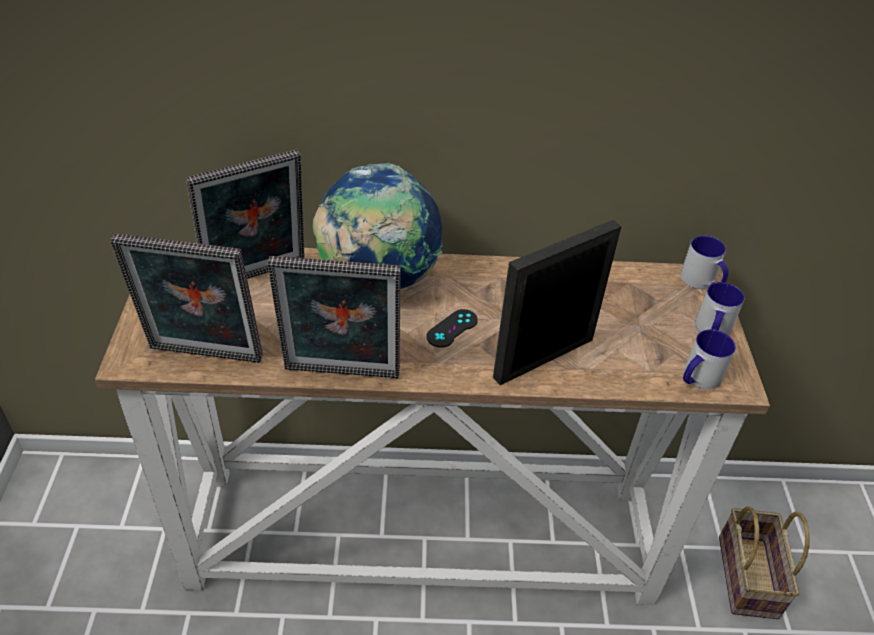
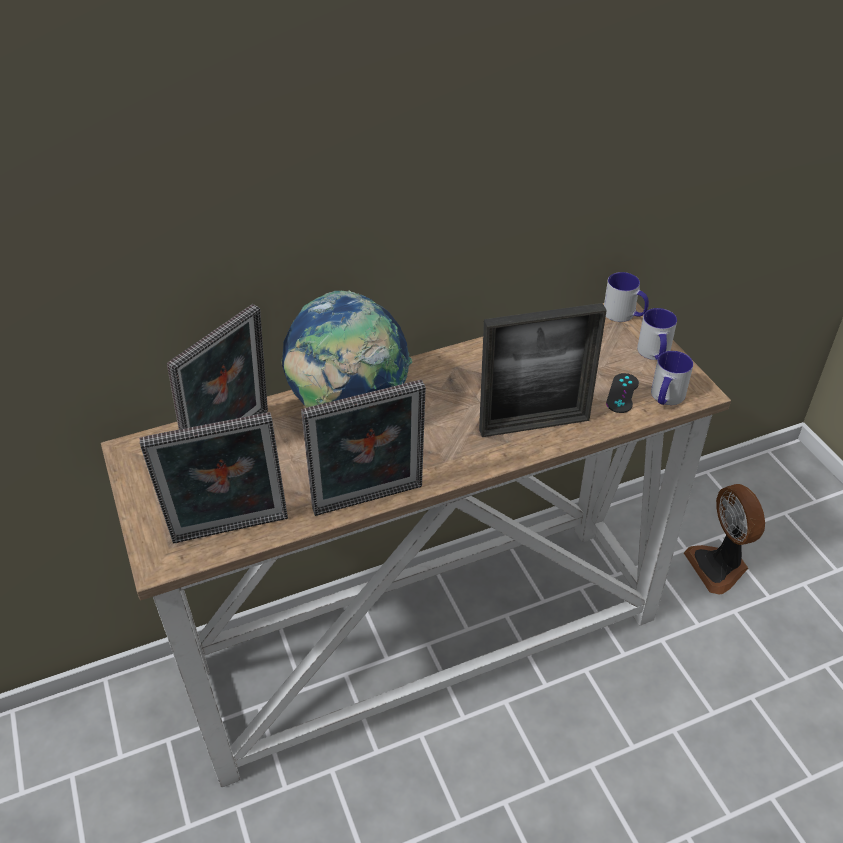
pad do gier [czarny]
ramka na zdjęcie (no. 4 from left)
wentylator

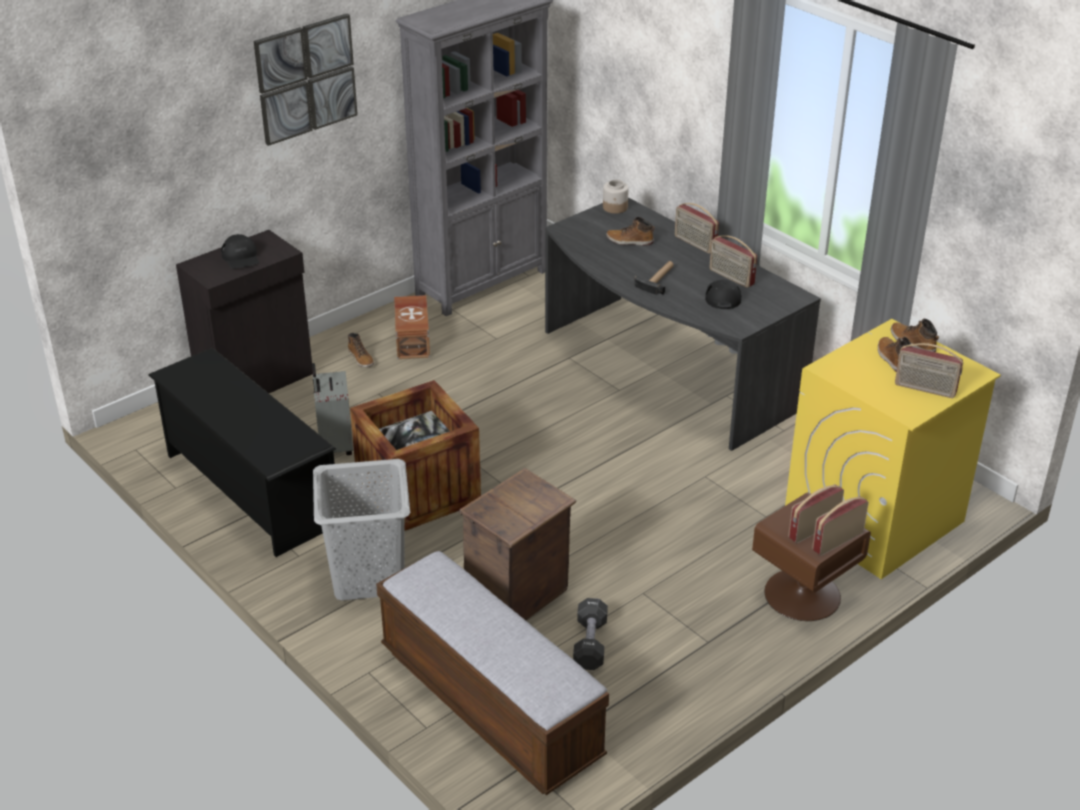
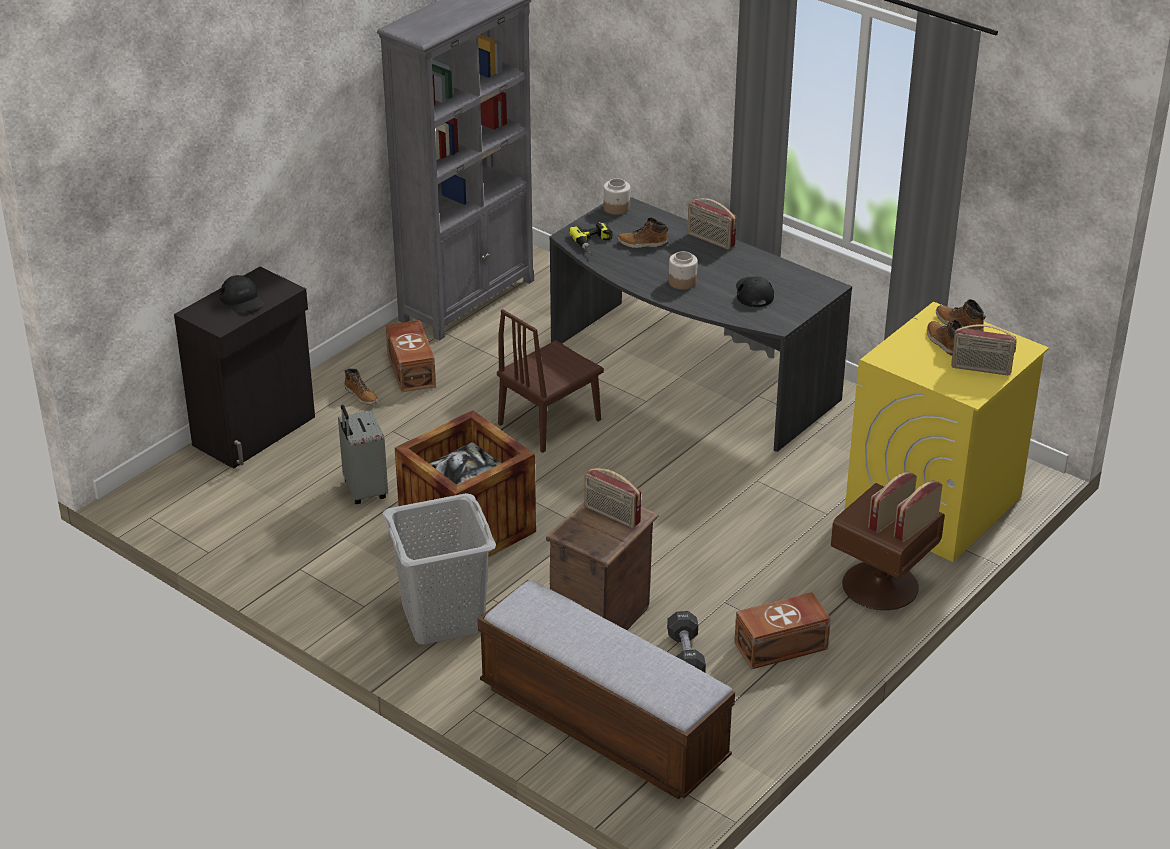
regał na buty [czarny]
obraz
słoik (no. 2 from left)
radio (no. 1 from left)
krzesło [brązowy]
wiertarka
pojemnik do przechowywania [brązowy] (no. 2 from left)

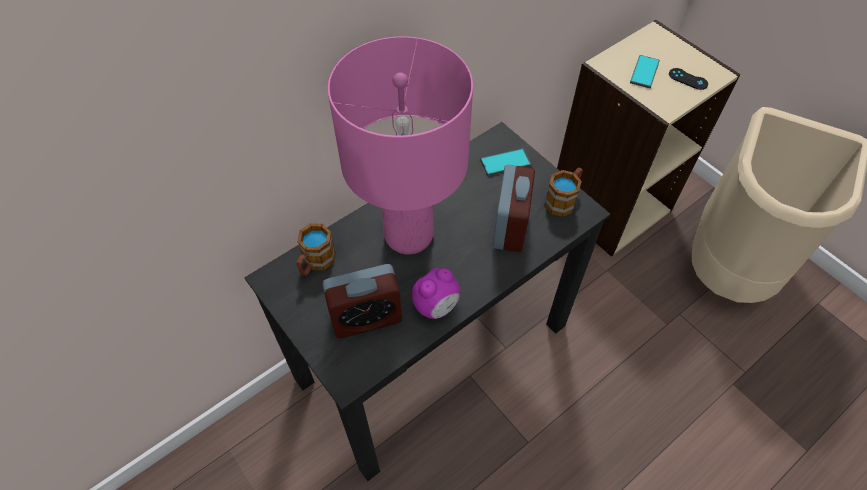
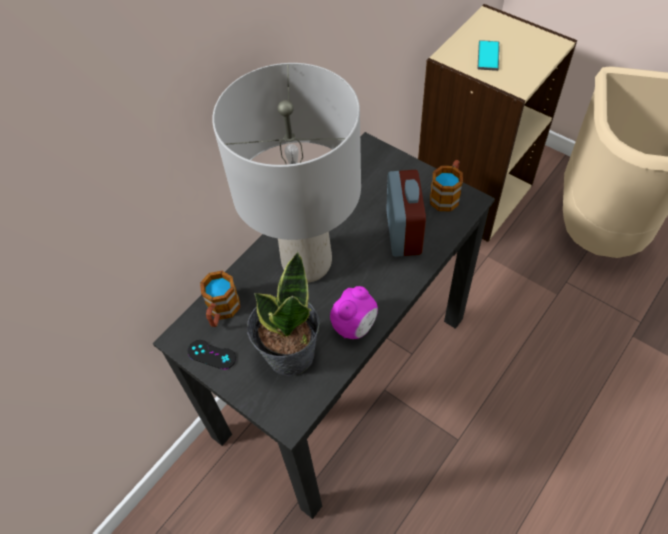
roślina doniczkowa
lampa stołowa [szary]
telefon (no. 1 from left in the first image)
pad do gier [czarny]

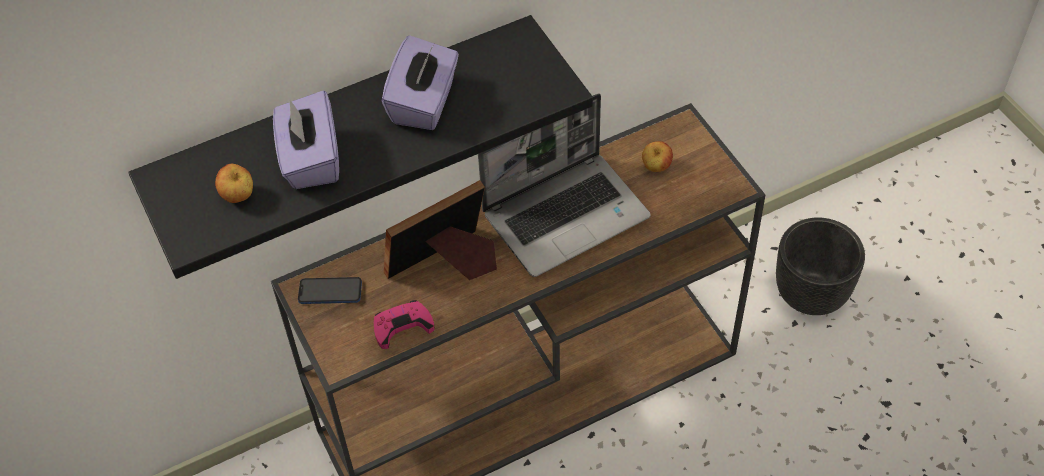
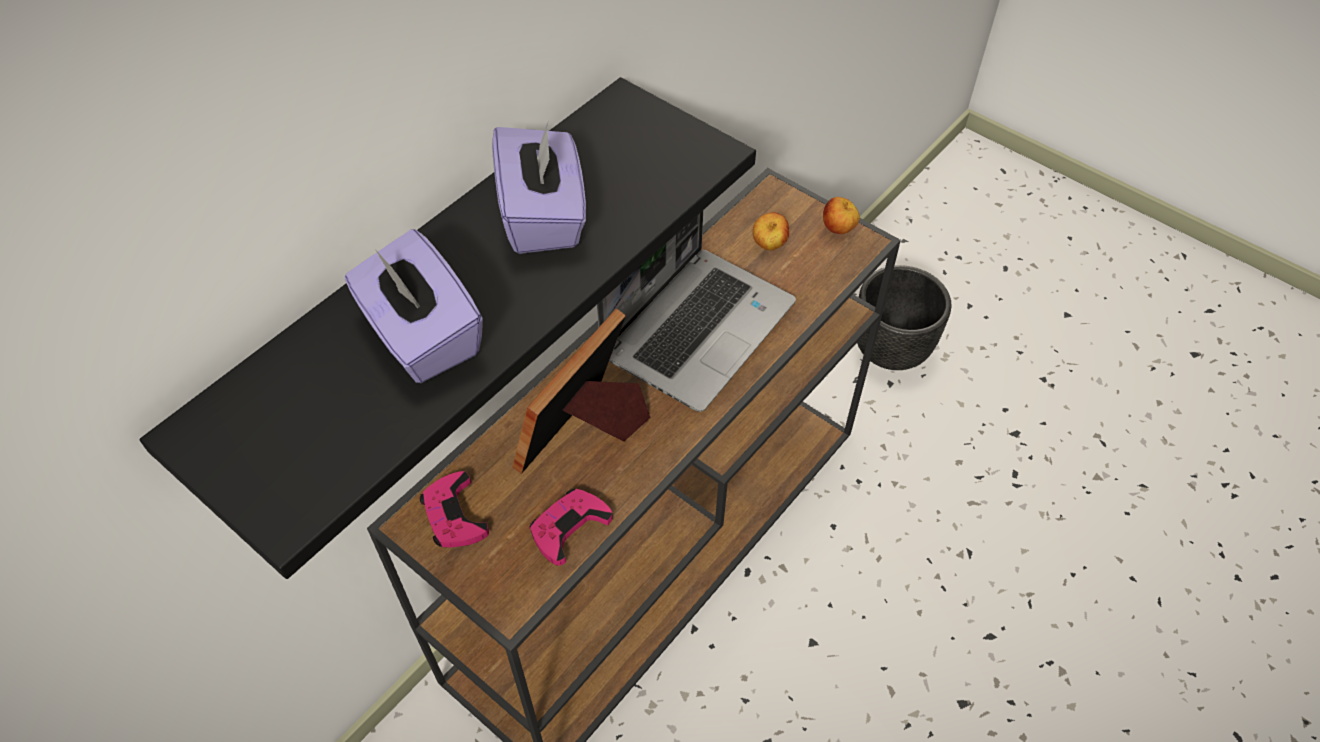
jabłko (no. 2 from left)
pad do gier [różowy] (no. 1 from left)

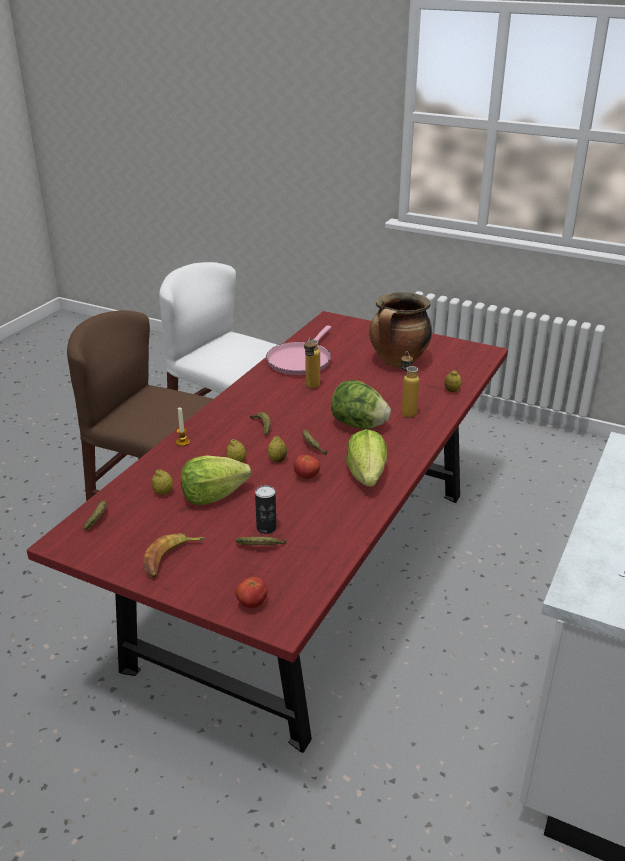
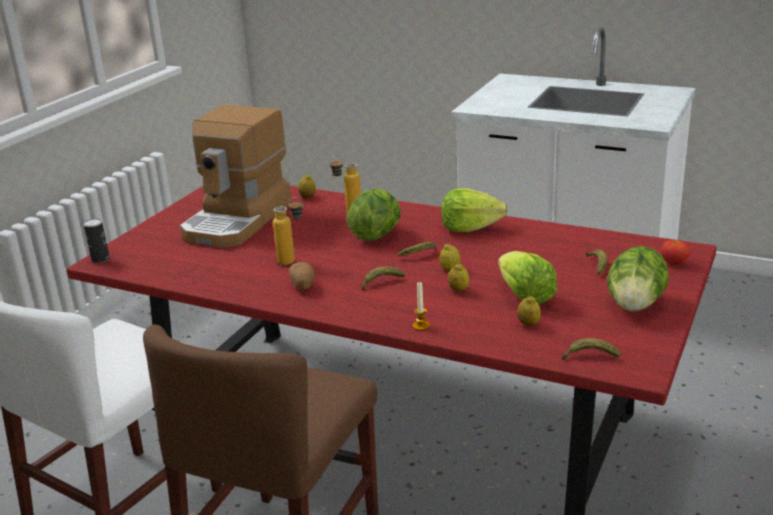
sałata (no. 4 from left)
puszka
patelnia [różowy]
pomidor (no. 2 from left in the first image)
ekspres do kawy
ziemniak

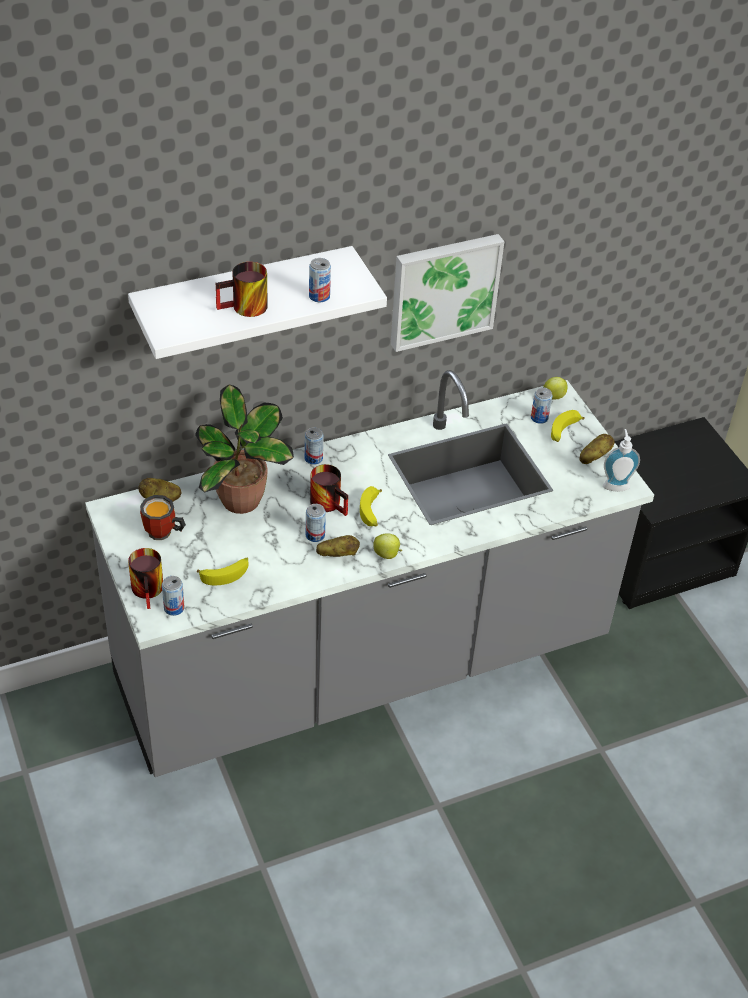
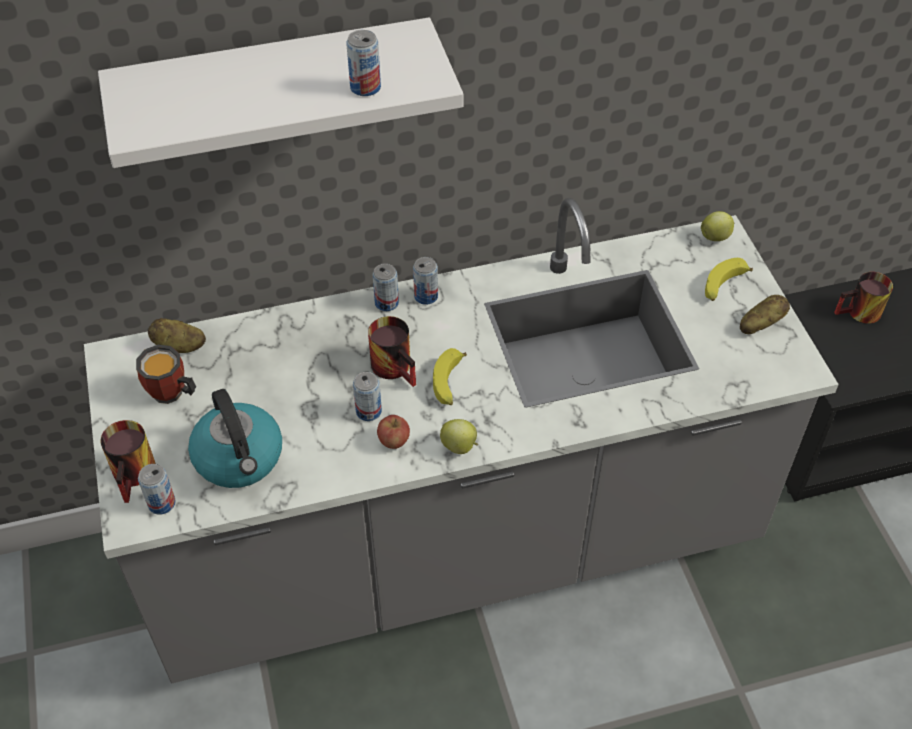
roślina doniczkowa
czajnik
kubek (no. 4 from left)
jabłko (no. 1 from left)
obraz
puszka (no. 5 from left)
dozownik mydła

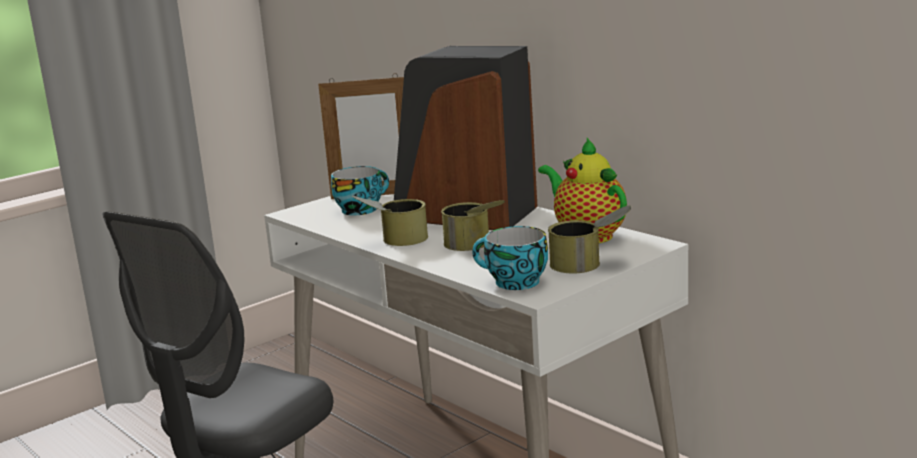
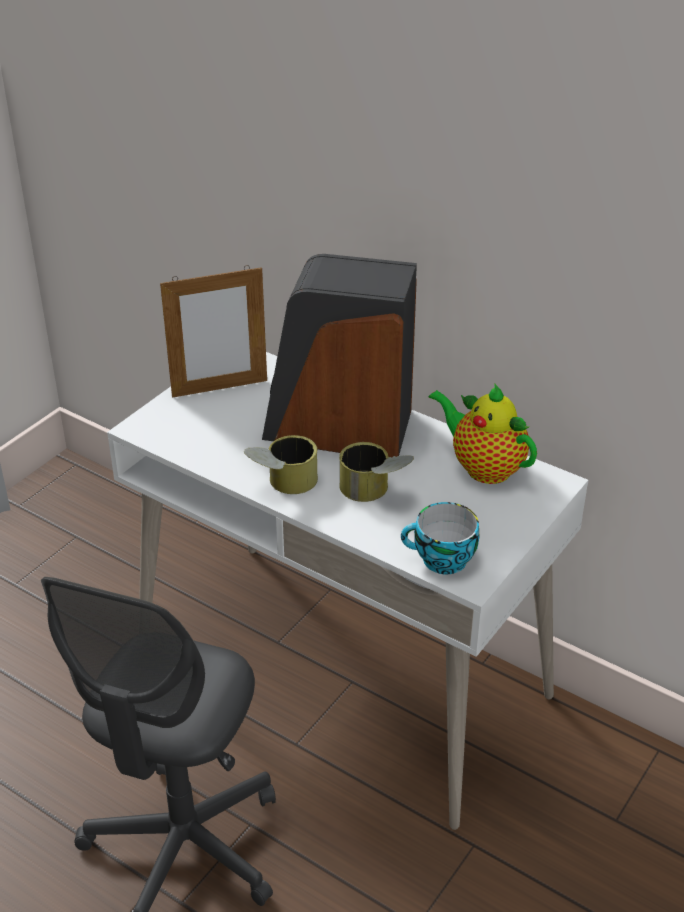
filiżanka (no. 1 from left in the first image)
puszka (no. 3 from left in the first image)

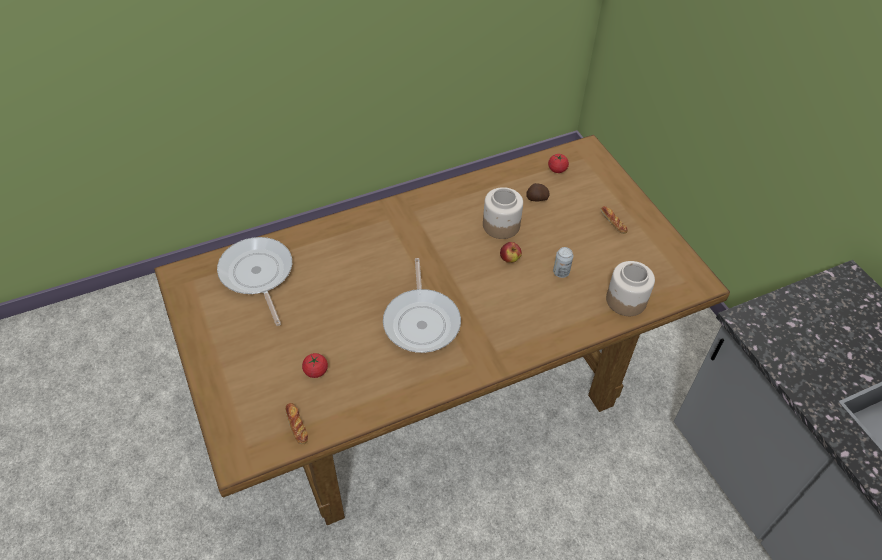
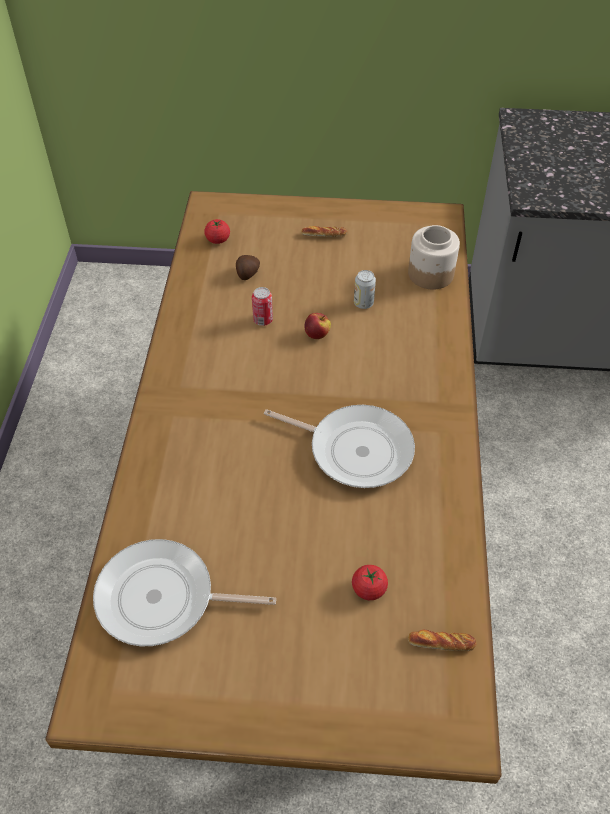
puszka (no. 1 from left)

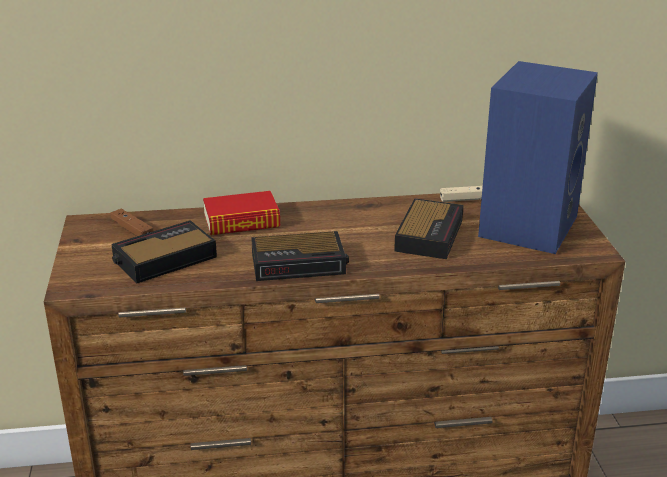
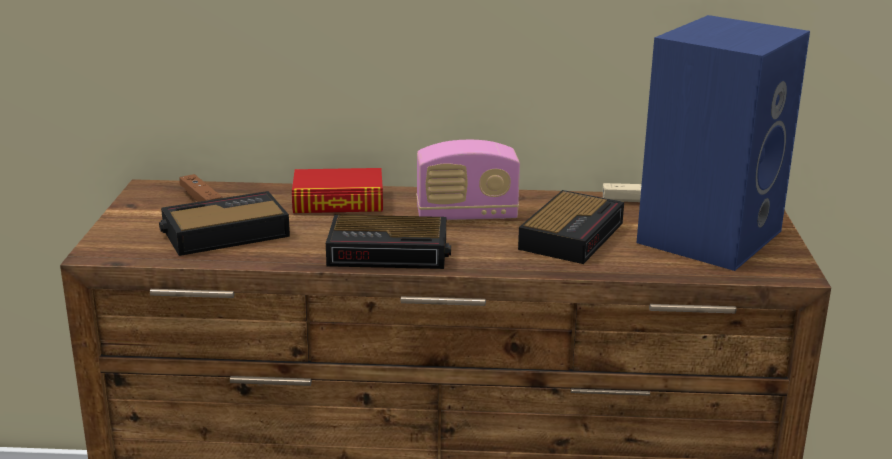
radio

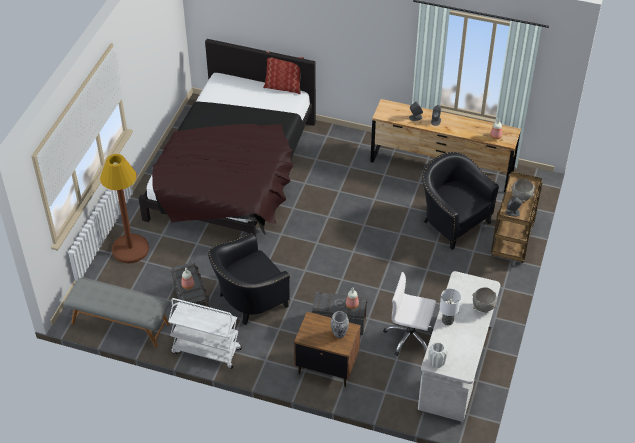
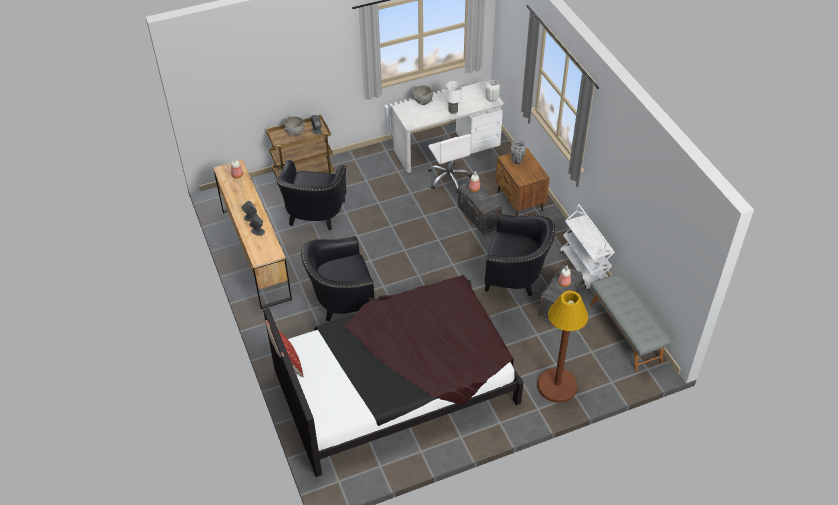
fotel [czarny] (no. 2 from left)

